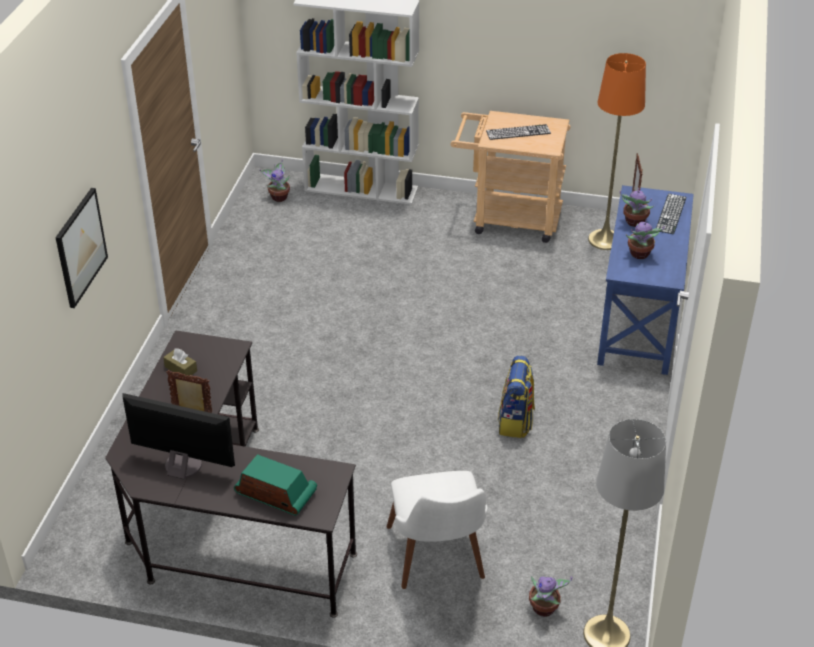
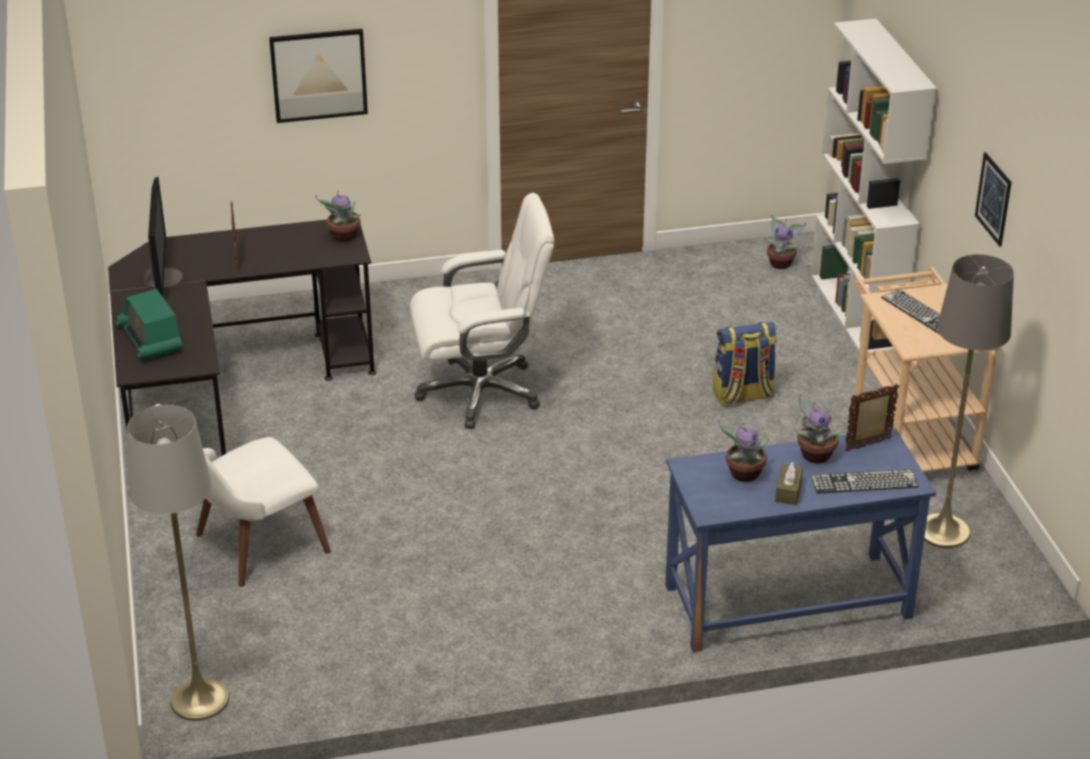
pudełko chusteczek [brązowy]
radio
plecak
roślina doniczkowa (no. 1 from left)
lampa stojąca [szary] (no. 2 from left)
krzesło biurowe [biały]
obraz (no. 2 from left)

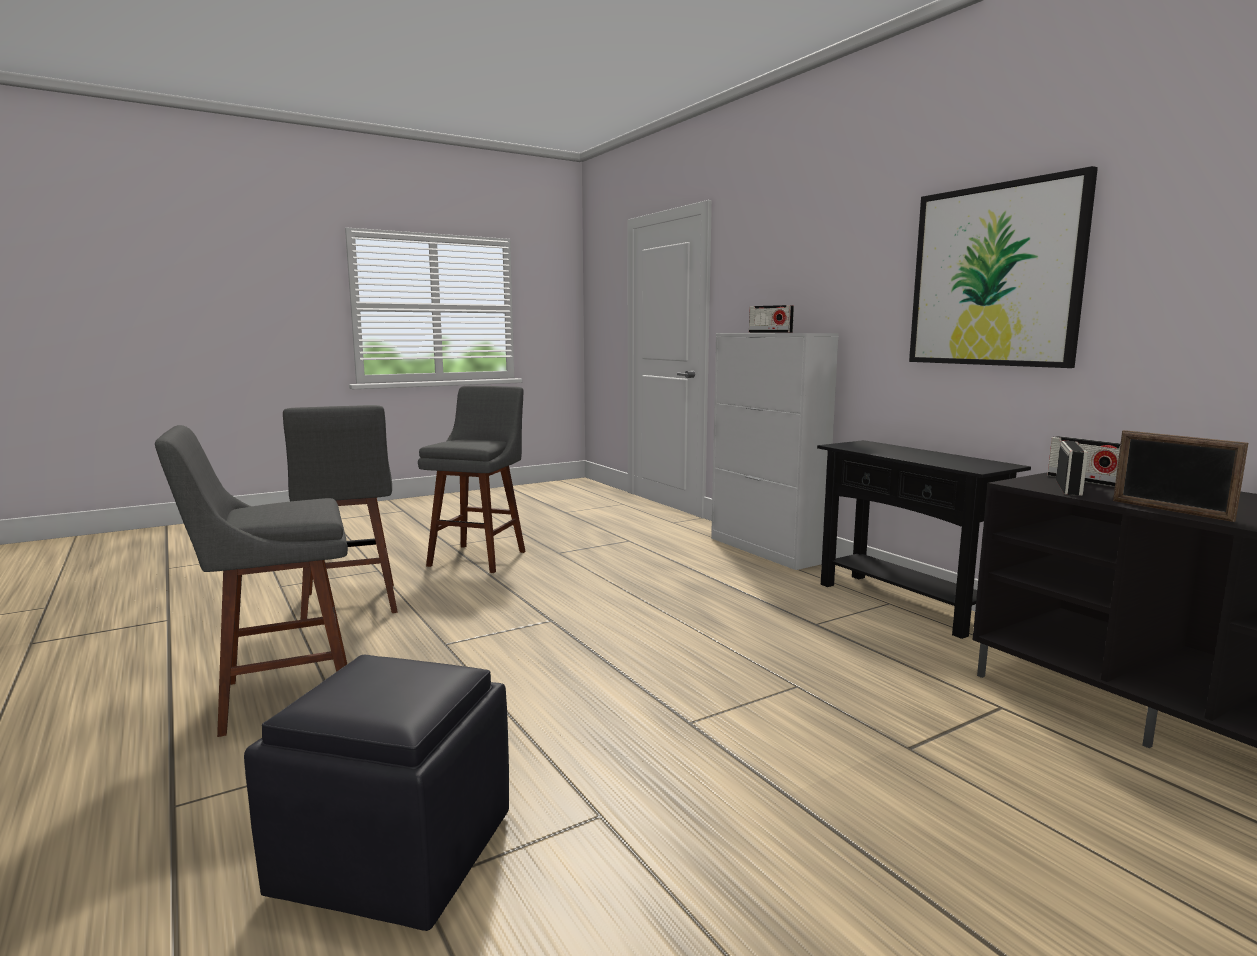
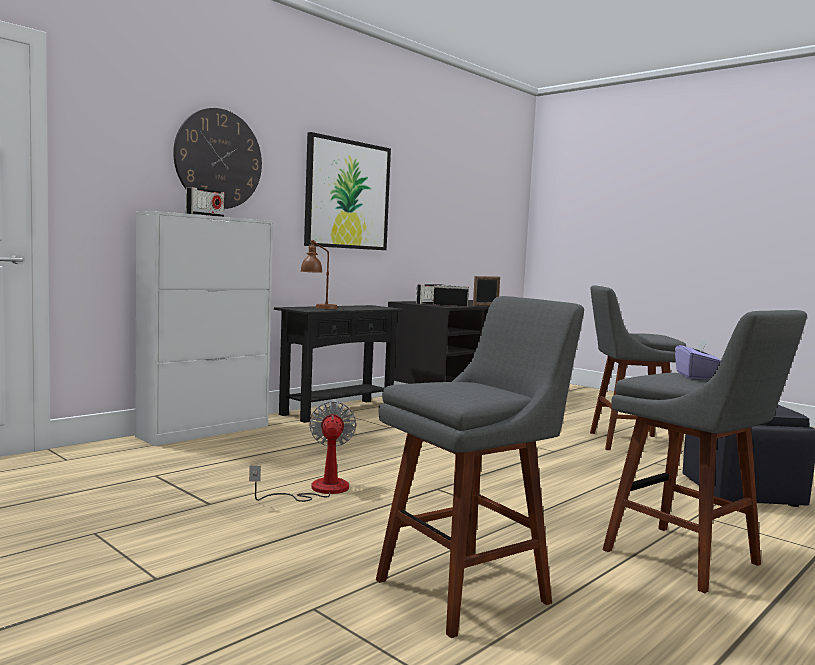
stołek [szary] (no. 2 from left)
zegar ścienny
wentylator
lampa stołowa [brązowy]
pudełko chusteczek [fioletowy]

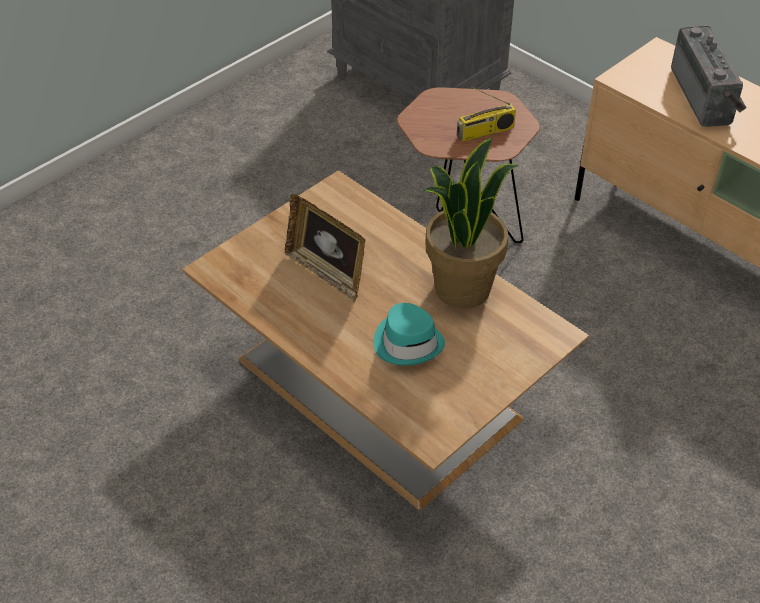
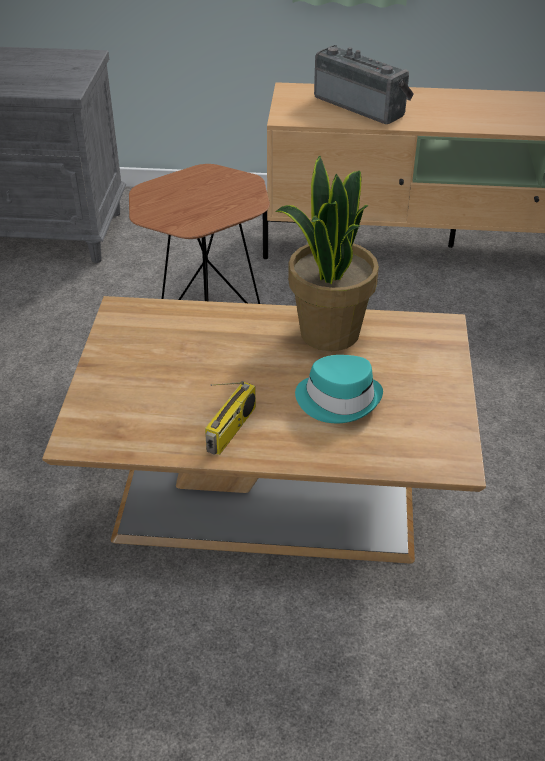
ramka na zdjęcie
radio (no. 1 from left)

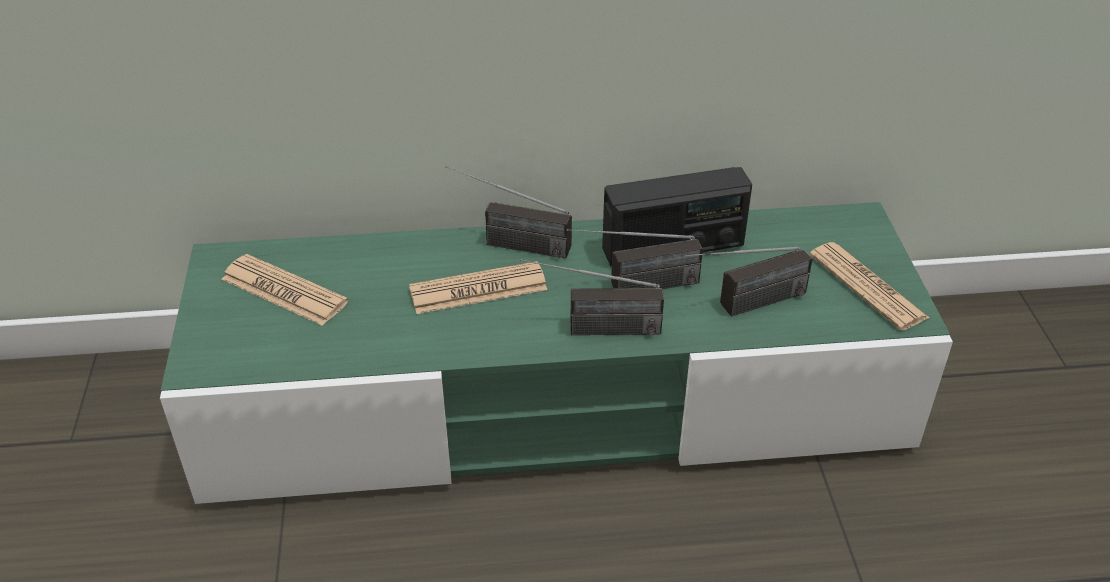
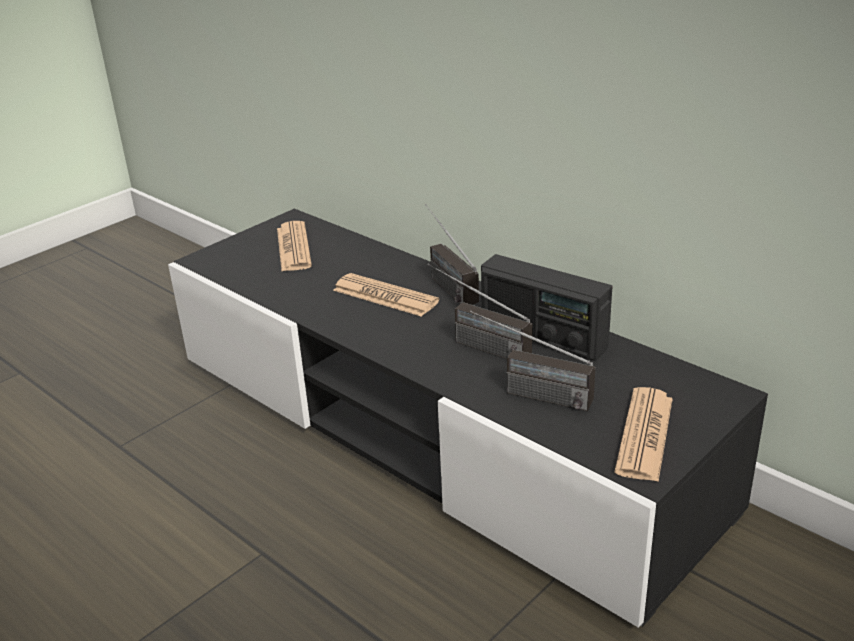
szafka pod telewizor [czarny]
radio (no. 2 from left in the first image)

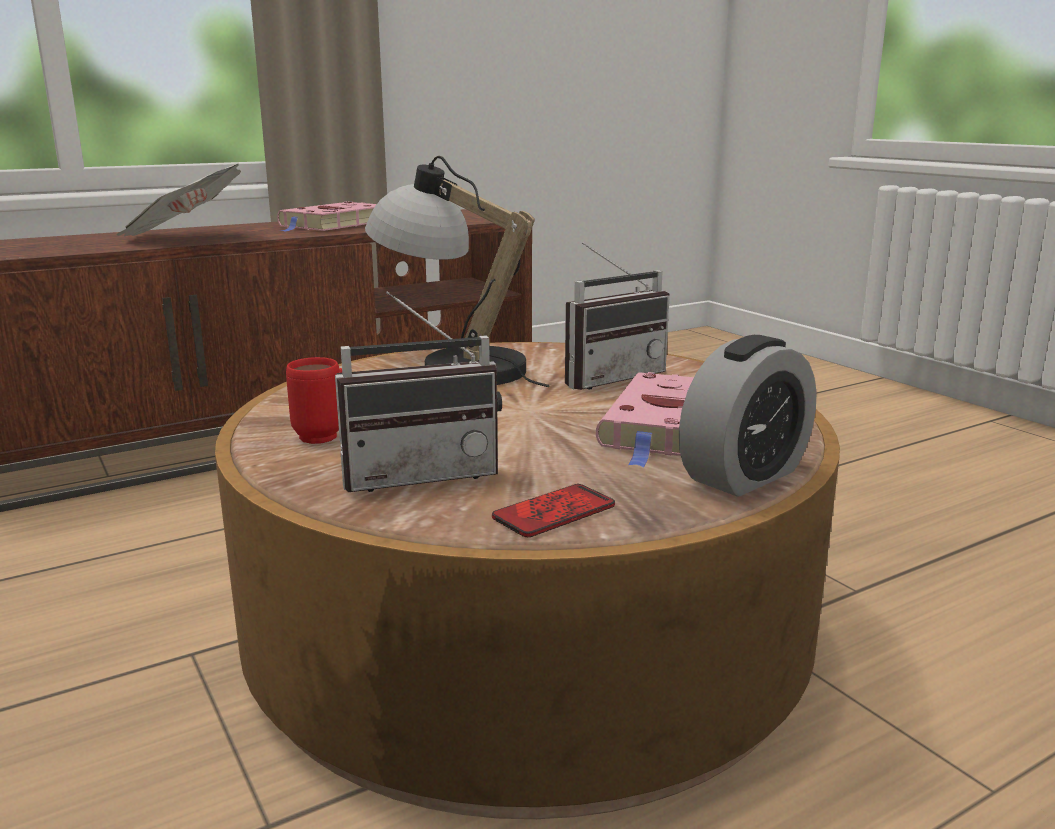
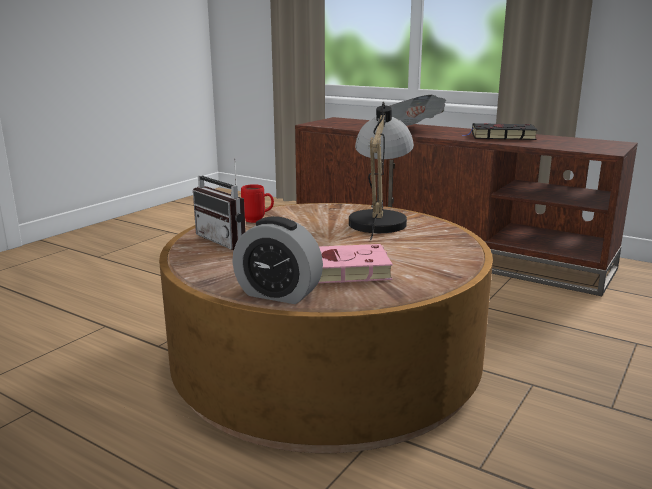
książka [czarny]
telefon
radio (no. 2 from left in the first image)

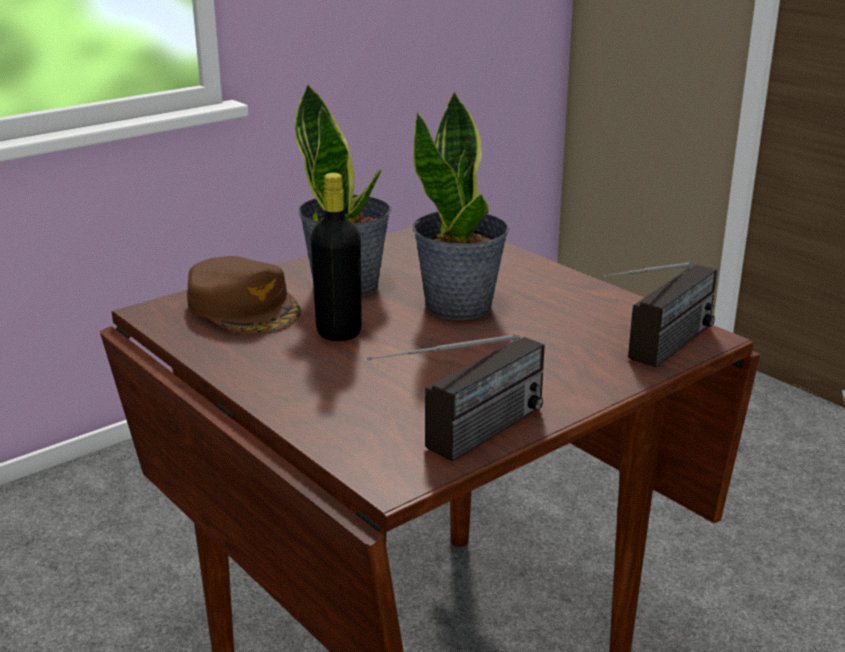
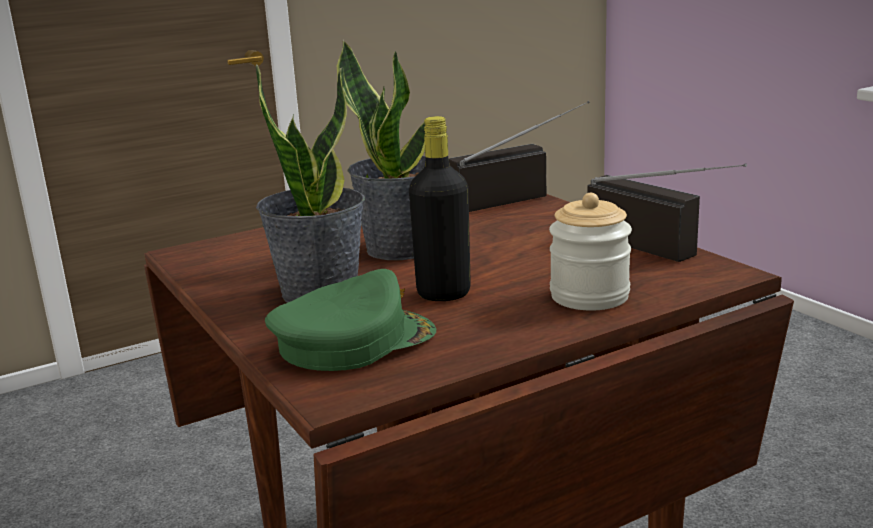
czapka z daszkiem [zielony]
radio (no. 1 from left)
słoik

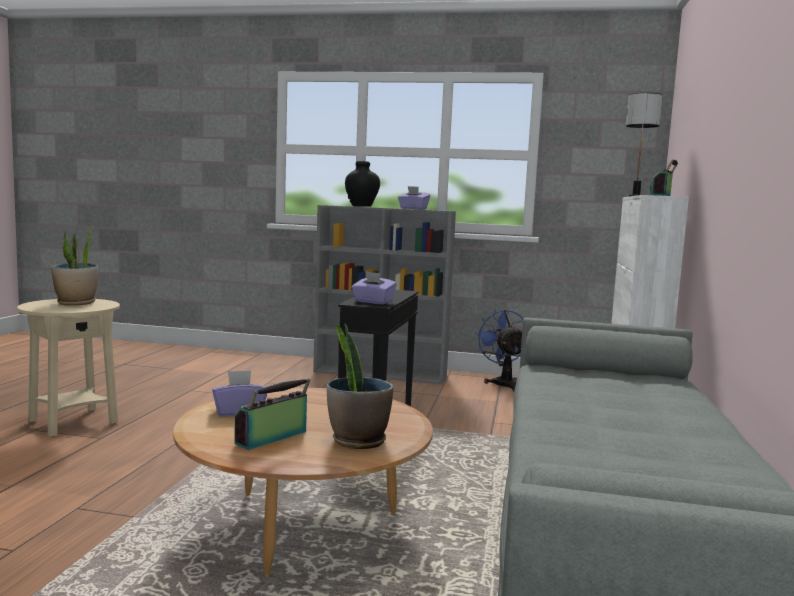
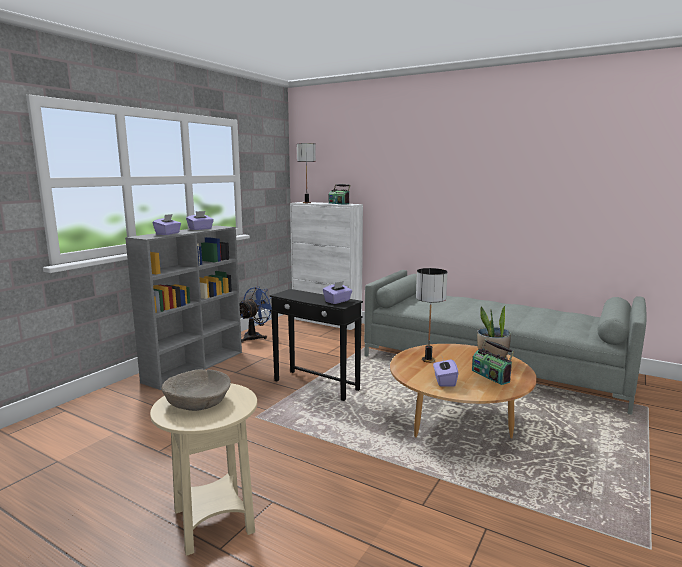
miska [beżowy]
pudełko chusteczek [fioletowy] (no. 1 from left)
wentylator [niebieski]
lampa stołowa (no. 2 from left)

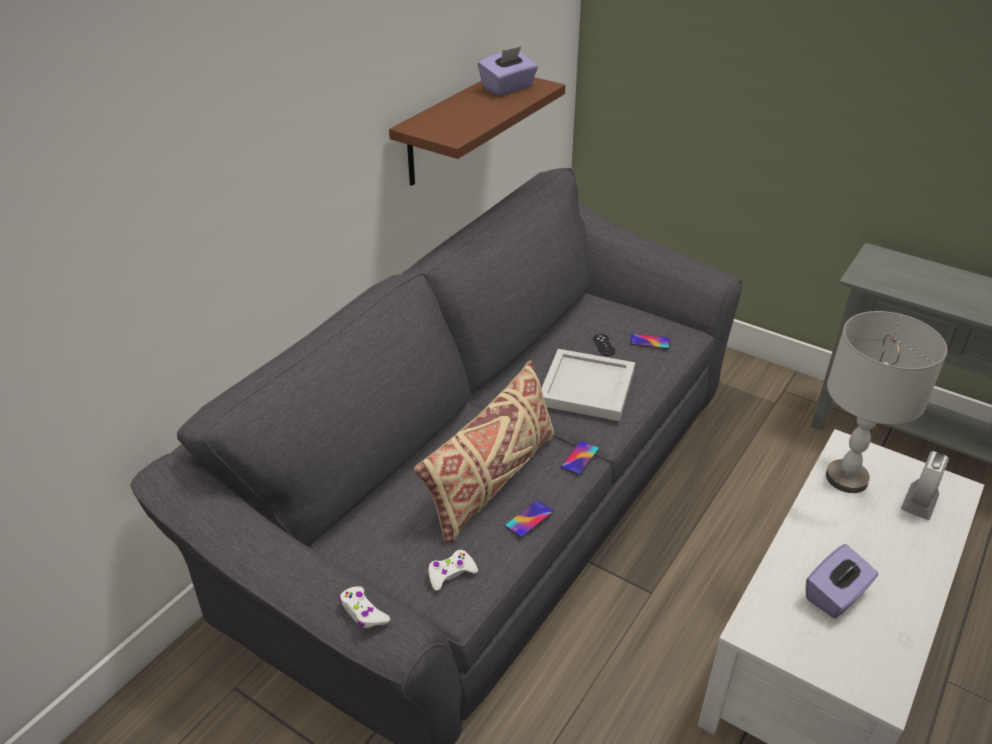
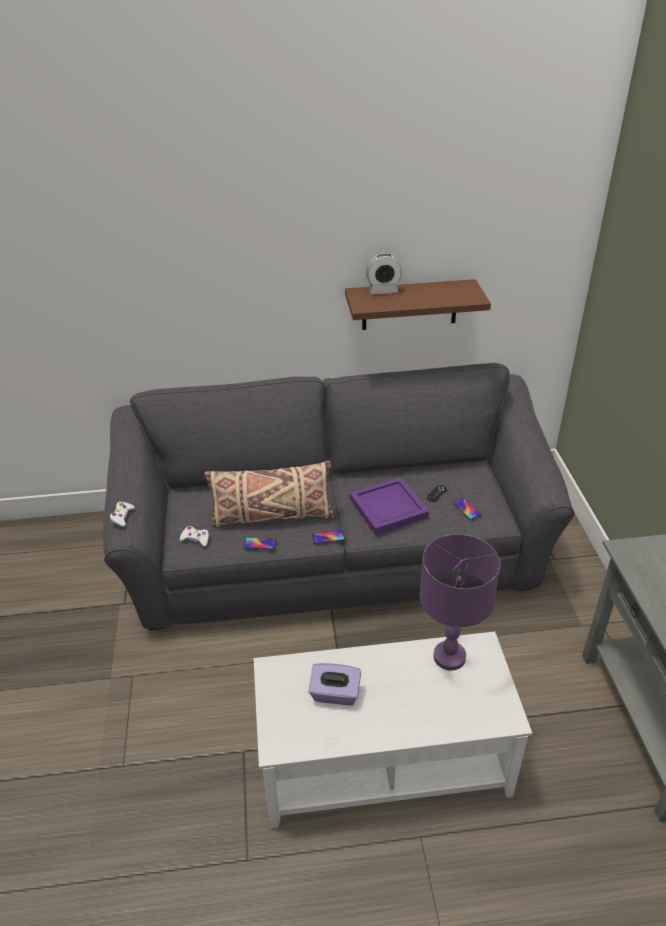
pudełko chusteczek [fioletowy] (no. 1 from left in the first image)
taca [fioletowy]
lampa stołowa [fioletowy]
budzik

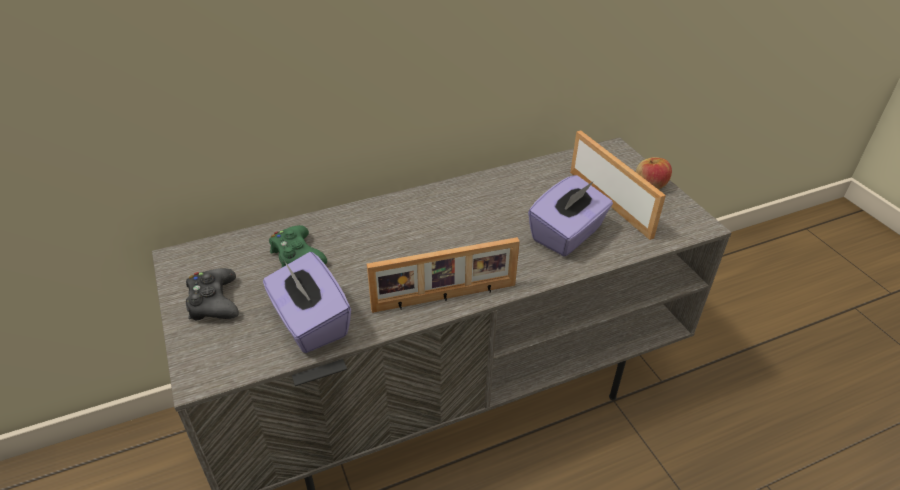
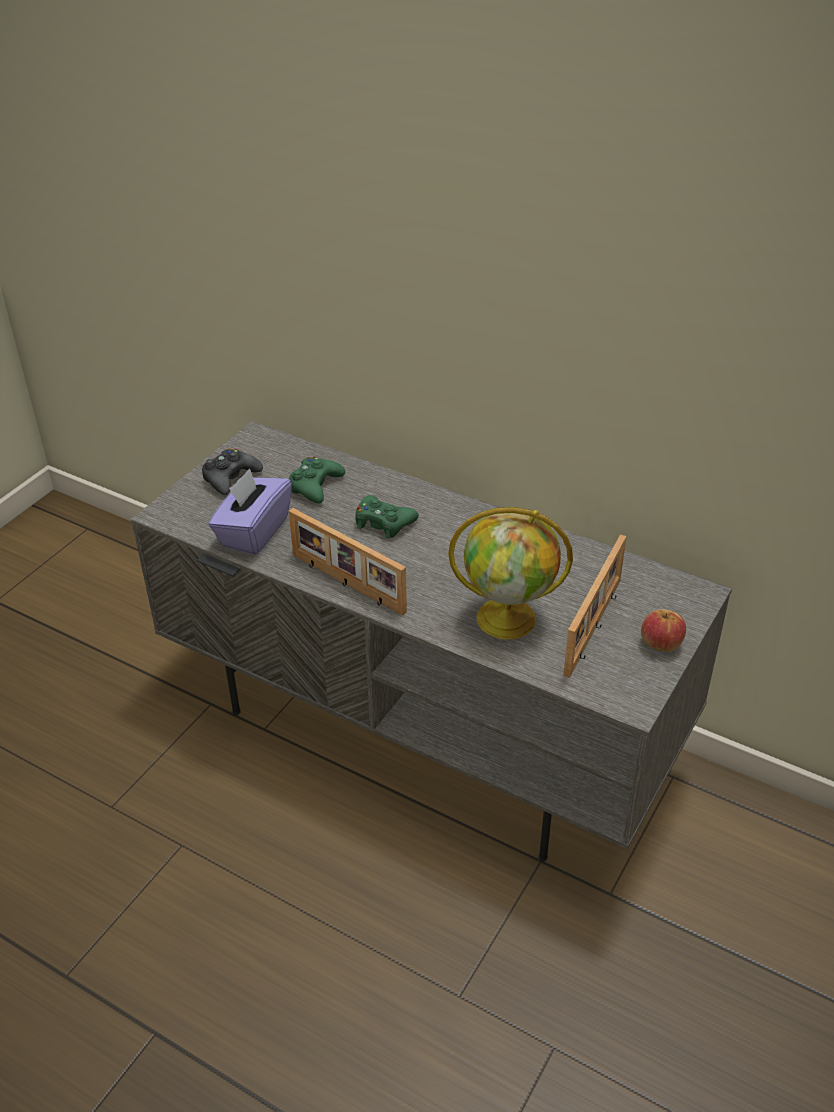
globus
pad do gier [zielony] (no. 2 from left)

